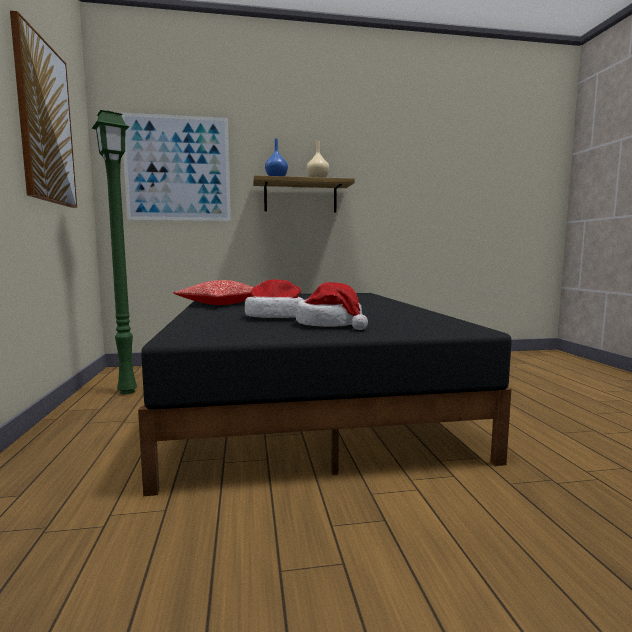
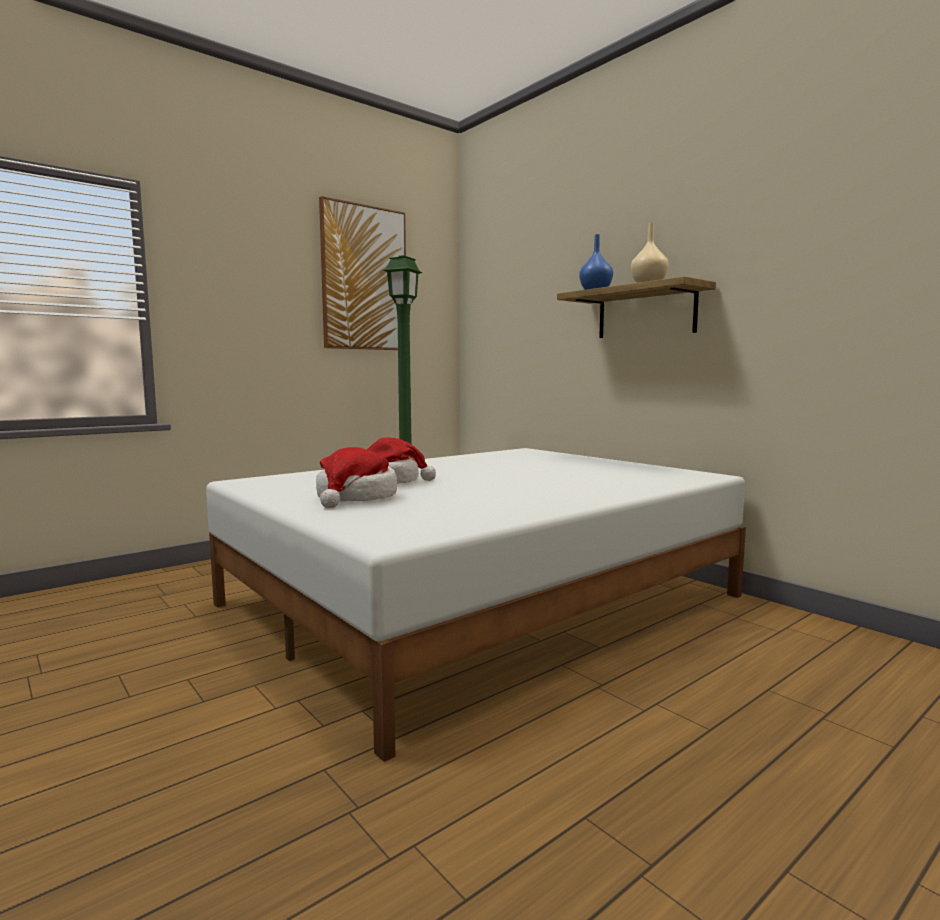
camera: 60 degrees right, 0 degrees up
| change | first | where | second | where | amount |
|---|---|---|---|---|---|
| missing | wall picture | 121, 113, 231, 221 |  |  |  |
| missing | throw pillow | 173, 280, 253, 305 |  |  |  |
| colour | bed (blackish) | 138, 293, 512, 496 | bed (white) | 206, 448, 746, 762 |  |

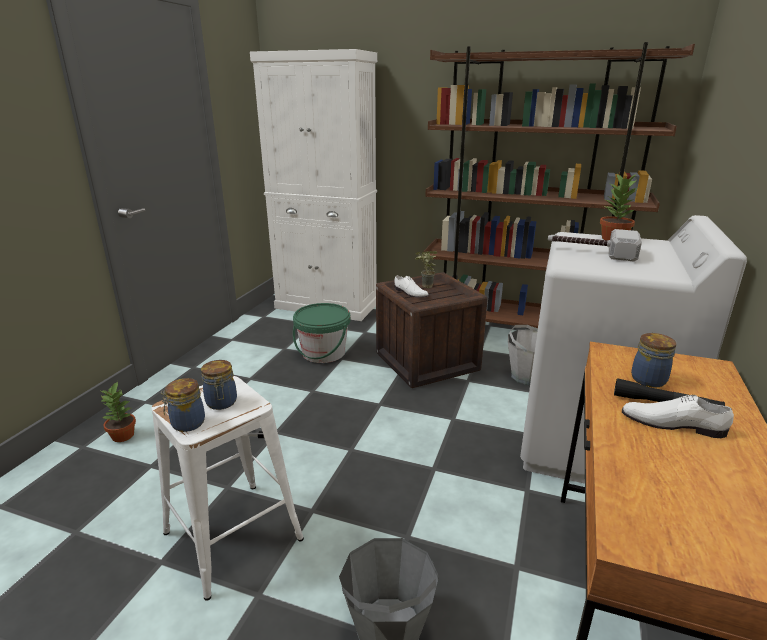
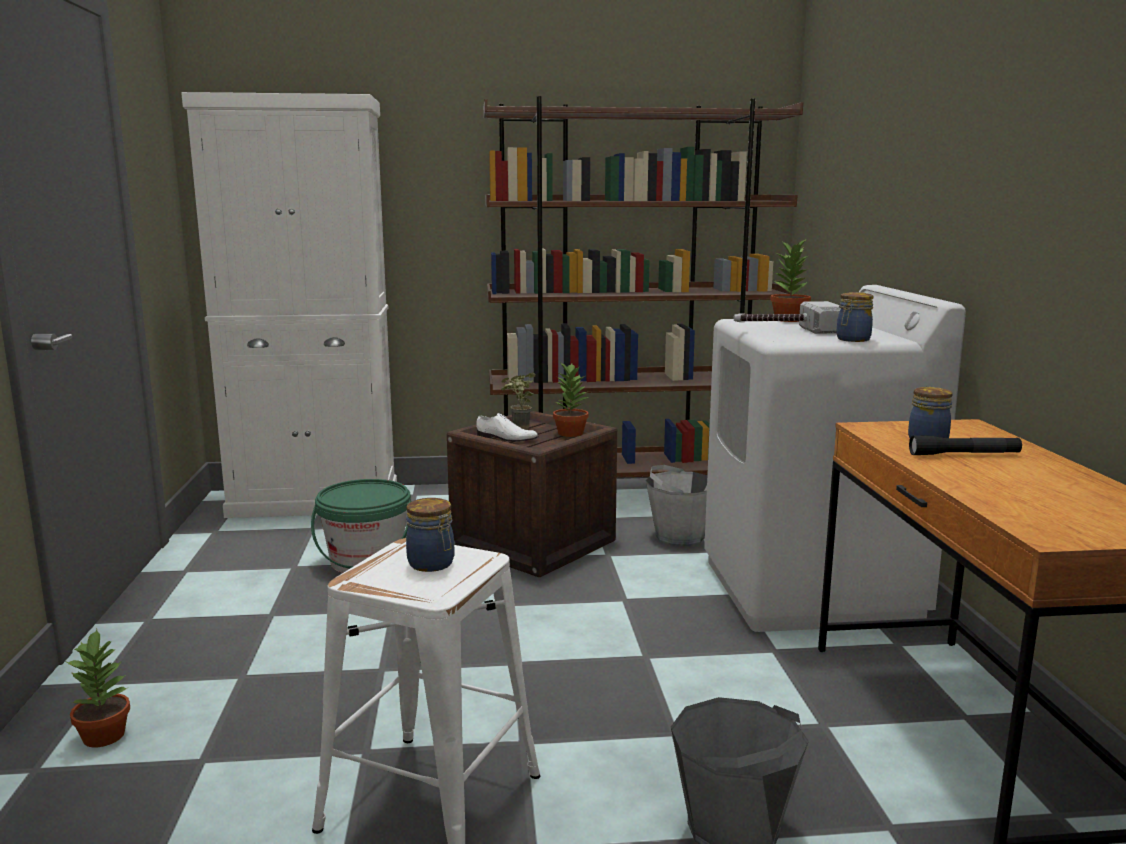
camera: 25 degrees left, 10 degrees down
| change | first | where | second | where | amount |
|---|---|---|---|---|---|
| missing | item of footwear (white) | 622, 395, 734, 438 |  |  |  |
| appeared |  |  | houseplant | 553, 361, 588, 437 |  |
| relocated | preserve jar | 161, 378, 205, 432 |  | 836, 292, 874, 342 |  |

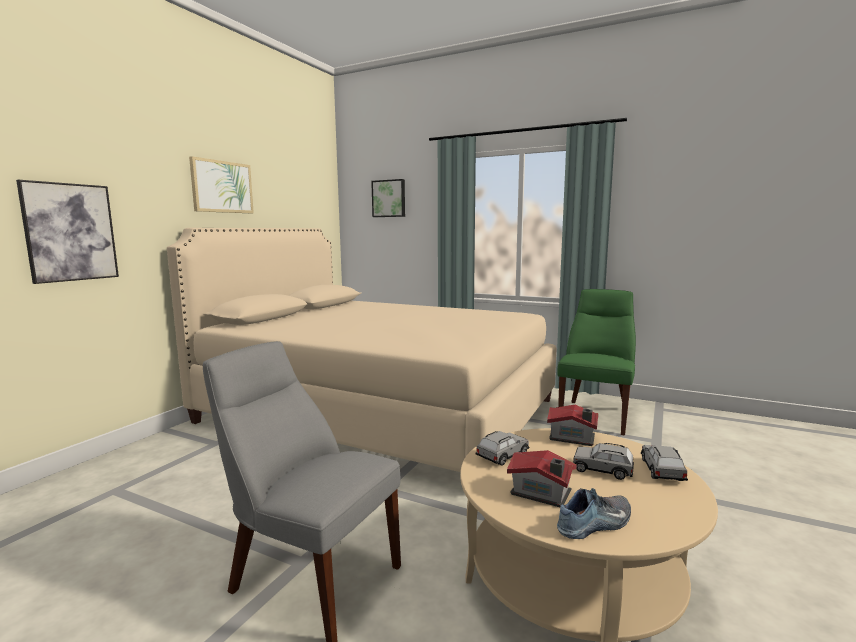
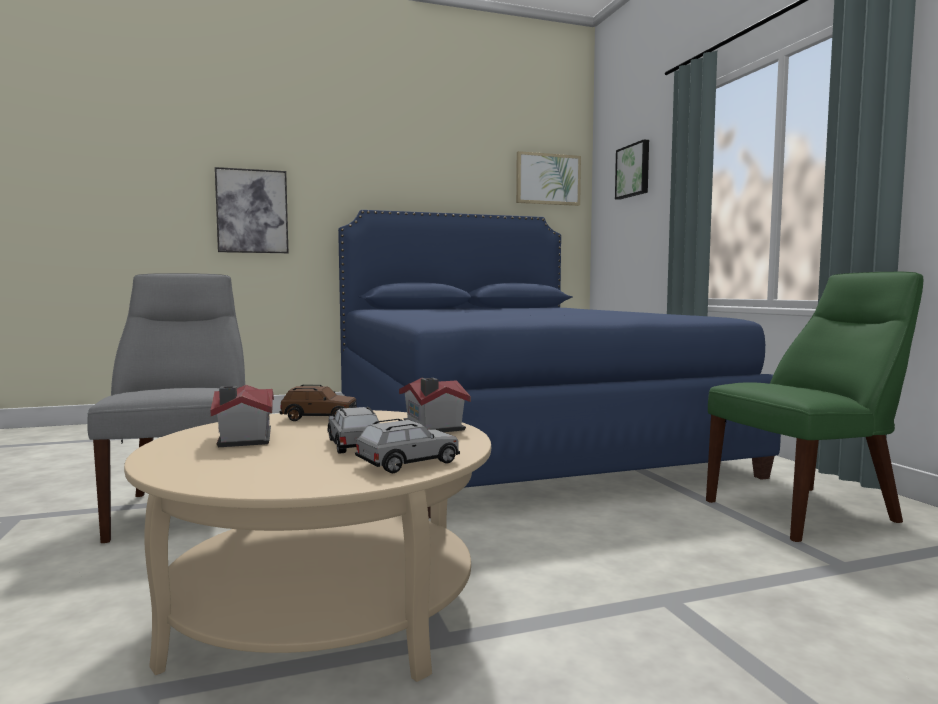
camera: 45 degrees right, 5 degrees down
| change | first | where | second | where | amount |
|---|---|---|---|---|---|
| missing | item of footwear | 557, 488, 631, 539 |  |  |  |
| relocated | wall picture | 189, 156, 254, 213 |  | 516, 151, 581, 206 |  |
| colour | bed (beige-coloured) | 167, 228, 557, 472 | bed (bluish) | 338, 210, 781, 518 |  |
| colour | toy car (grey) | 475, 431, 529, 466 | toy car (brown-coloured) | 280, 385, 357, 421 |  |

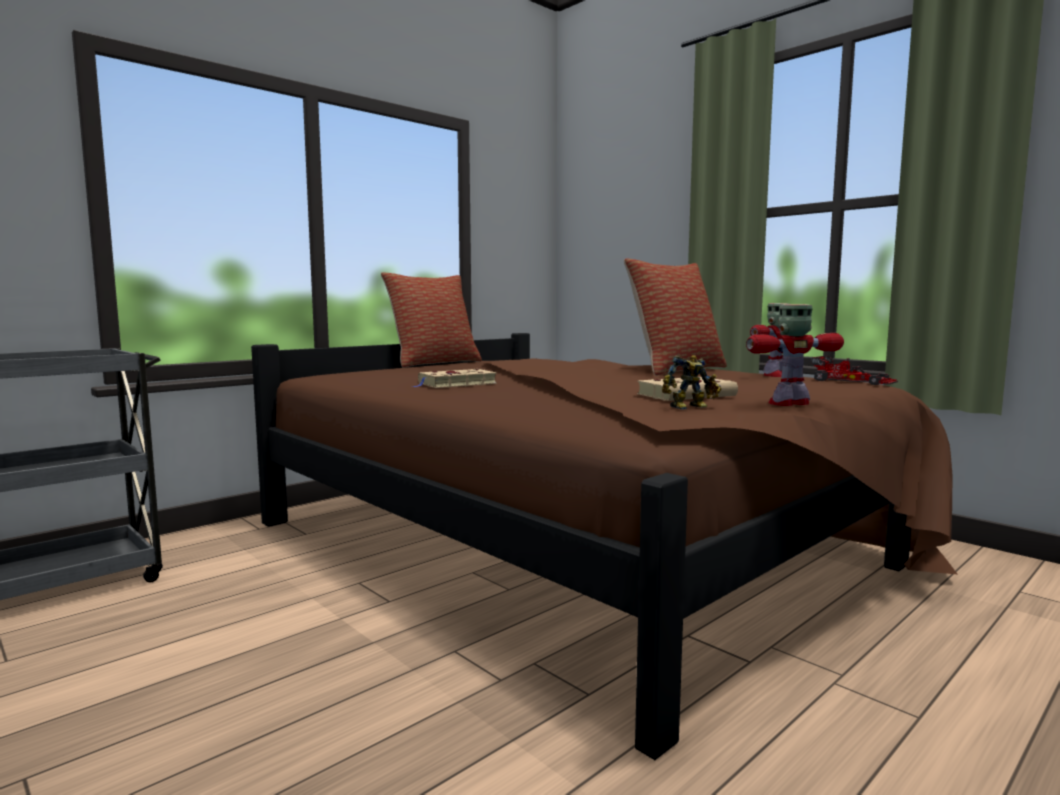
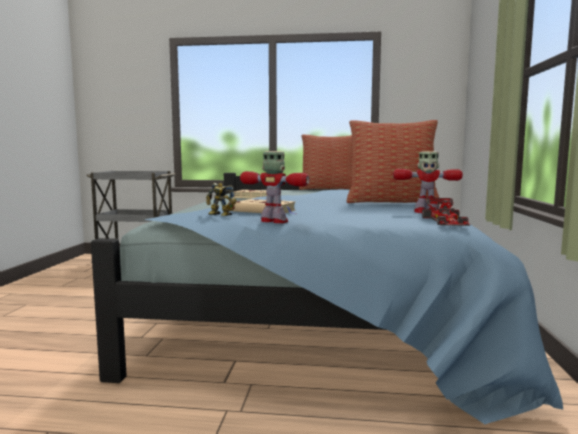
camera: 50 degrees right, 0 degrees up
| change | first | where | second | where | amount |
|---|---|---|---|---|---|
| colour | bed (brown-coloured) | 251, 333, 957, 760 | bed (bluish) | 91, 173, 563, 424 |  |

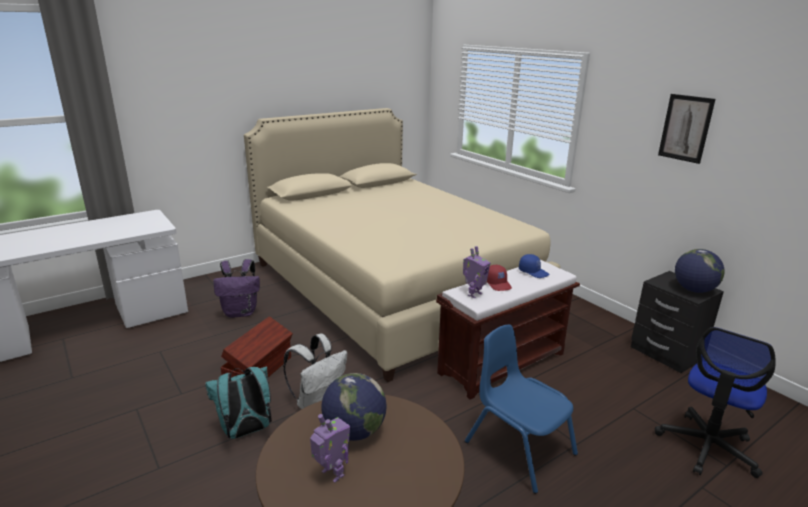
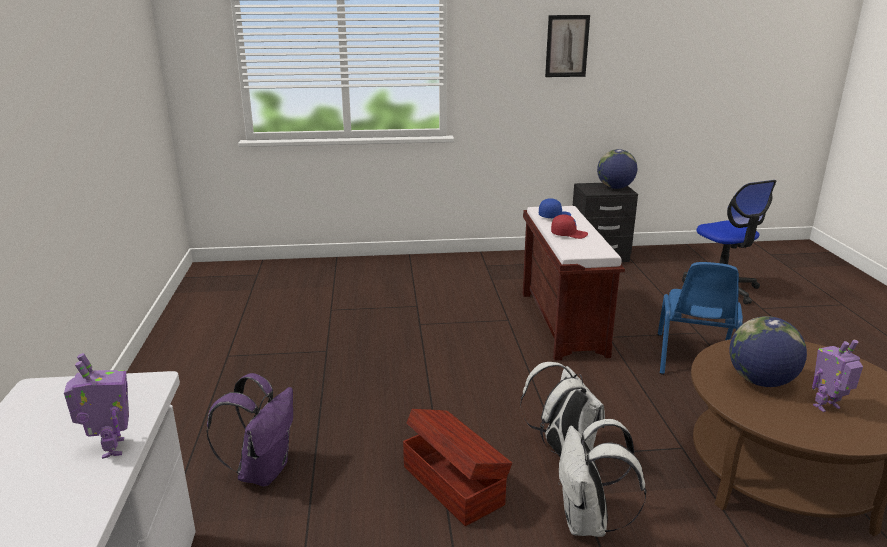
camera: 60 degrees left, 0 degrees up
| change | first | where | second | where | amount |
|---|---|---|---|---|---|
| missing | bed (beige-coloured) | 244, 108, 561, 382 |  |  |  |
| relocated | robot figure | 463, 246, 490, 299 |  | 64, 353, 129, 459 |  |
| colour | backpack (blue-green) | 205, 366, 272, 439 | backpack (white) | 558, 419, 647, 537 |  |
| spun | upright chair (bluish) | 465, 325, 578, 494 |  | 658, 262, 743, 375 | 60 degrees counterclockwise |

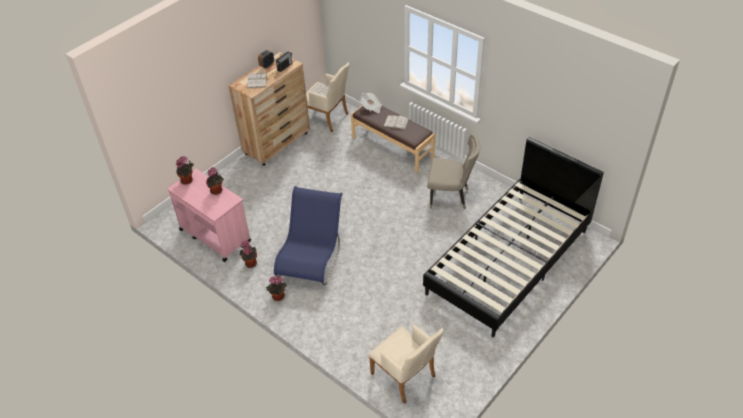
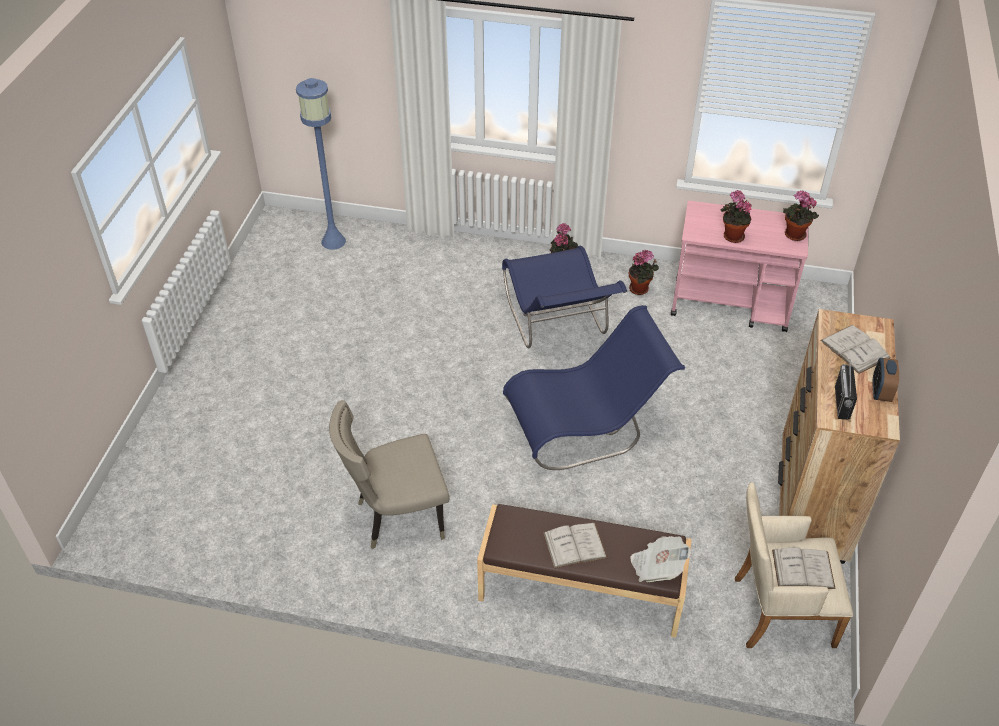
camera: 150 degrees right, 0 degrees up
| change | first | where | second | where | amount |
|---|---|---|---|---|---|
| missing | bed (blackish) | 423, 137, 604, 337 |  |  |  |
| appeared |  |  | upright chair (bluish) | 503, 305, 685, 470 |  |
| exchanged | armchair (beige-coloured) | 369, 325, 443, 404 | standing lamp (bluish) | 296, 78, 346, 250 |  |

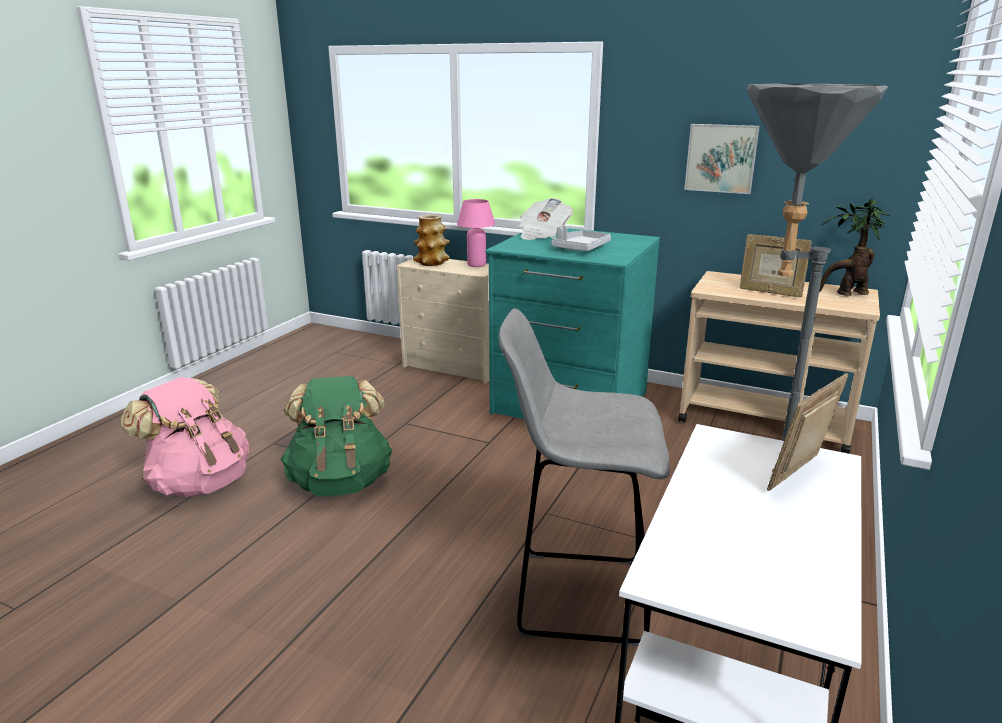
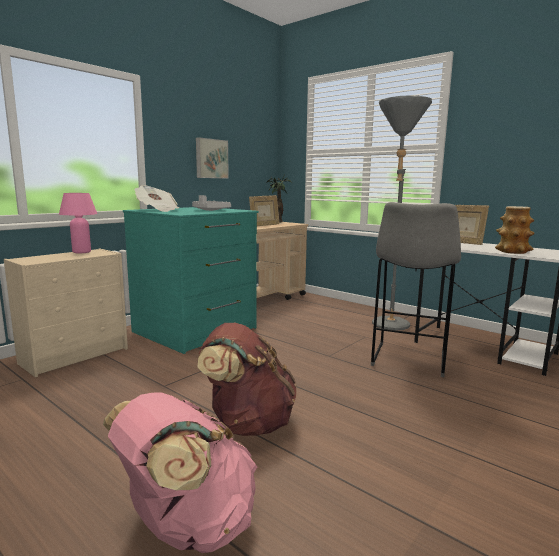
camera: 75 degrees left, 10 degrees down
| change | first | where | second | where | amount |
|---|---|---|---|---|---|
| relocated | vase | 413, 214, 450, 266 |  | 495, 206, 534, 254 |  |
| colour | backpack (green-coloured) | 281, 376, 393, 496 | backpack (brown-coloured) | 198, 323, 296, 436 |  |

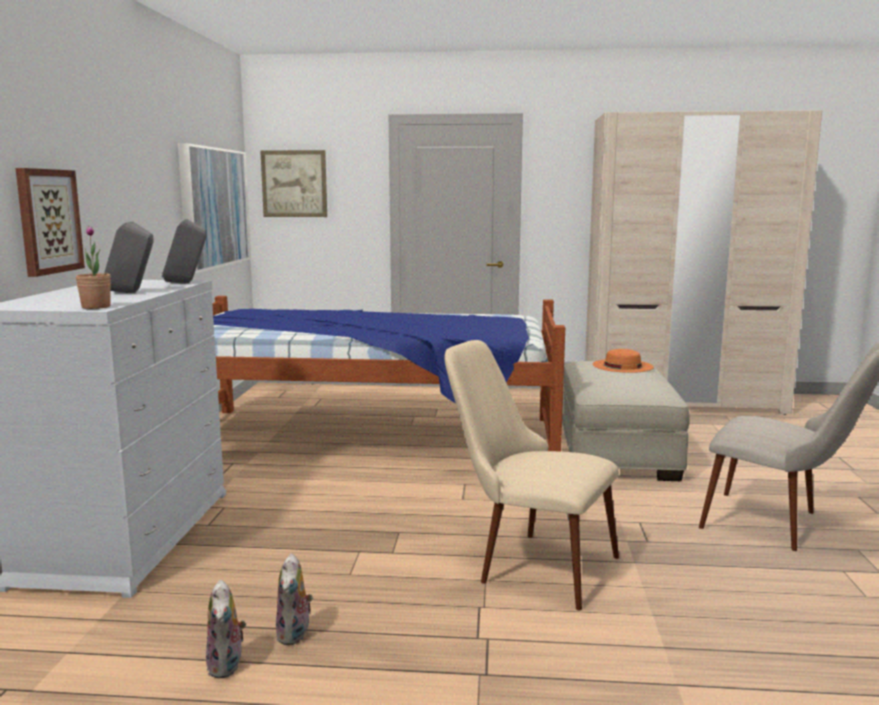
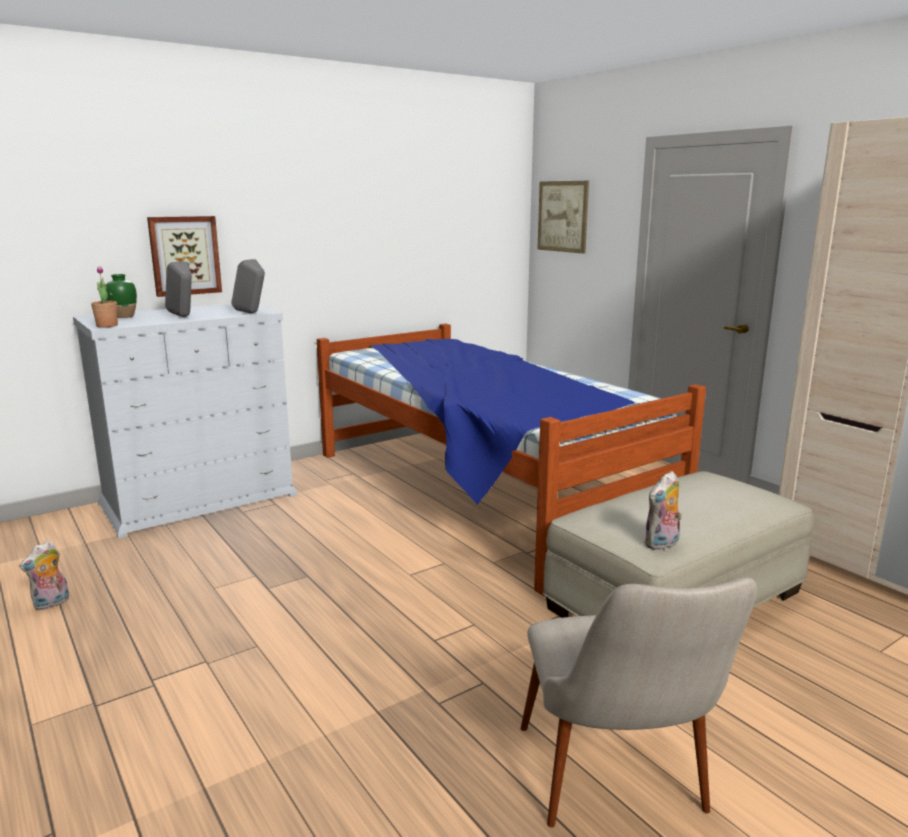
camera: 50 degrees right, 5 degrees up
| change | first | where | second | where | amount |
|---|---|---|---|---|---|
| missing | wall picture | 178, 143, 251, 273 |  |  |  |
| missing | upright chair (beige-coloured) | 444, 340, 619, 611 |  |  |  |
| missing | hat (orange-coloured) | 593, 349, 654, 373 |  |  |  |
| appeared |  |  | vase (green-coloured) | 106, 274, 137, 318 |  |
| relocated | cuddly toy | 276, 553, 313, 645 |  | 644, 471, 682, 550 |  |

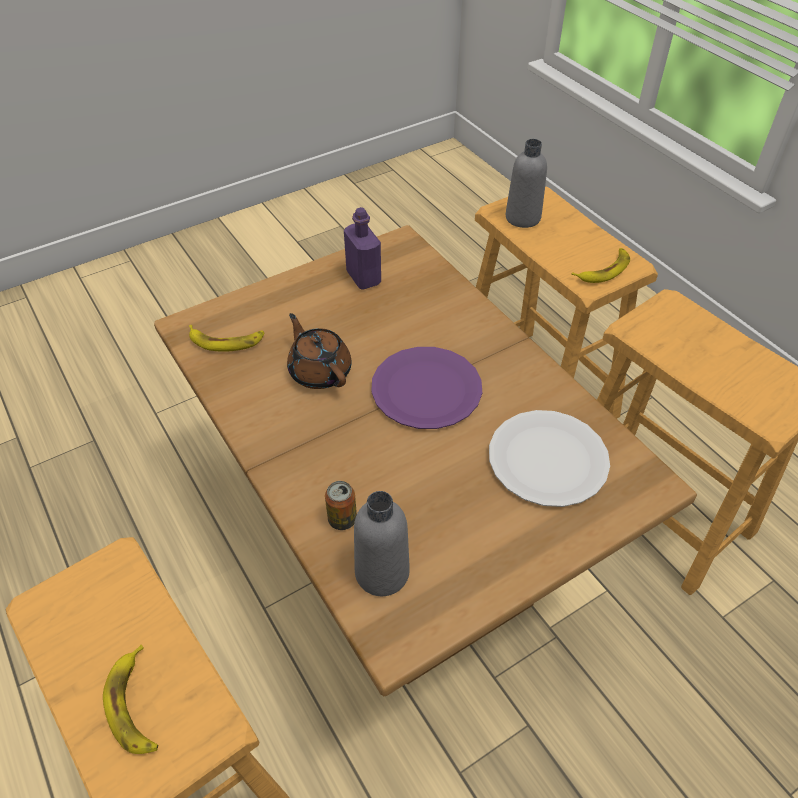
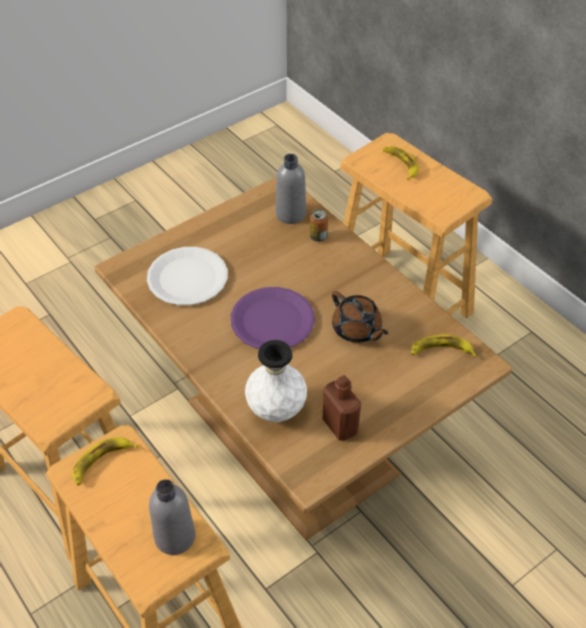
camera: 175 degrees right, 0 degrees up
| change | first | where | second | where | amount |
|---|---|---|---|---|---|
| appeared |  |  | vase (white) | 245, 340, 307, 422 |  |
| colour | bottle (purple-coloured) | 344, 207, 381, 290 | bottle (brown-coloured) | 322, 375, 361, 441 |  |

